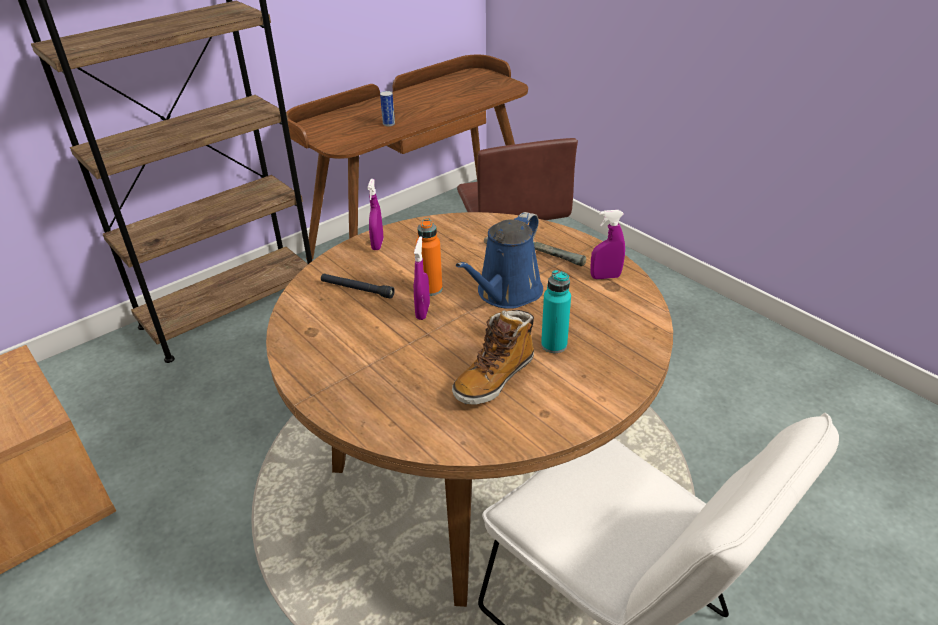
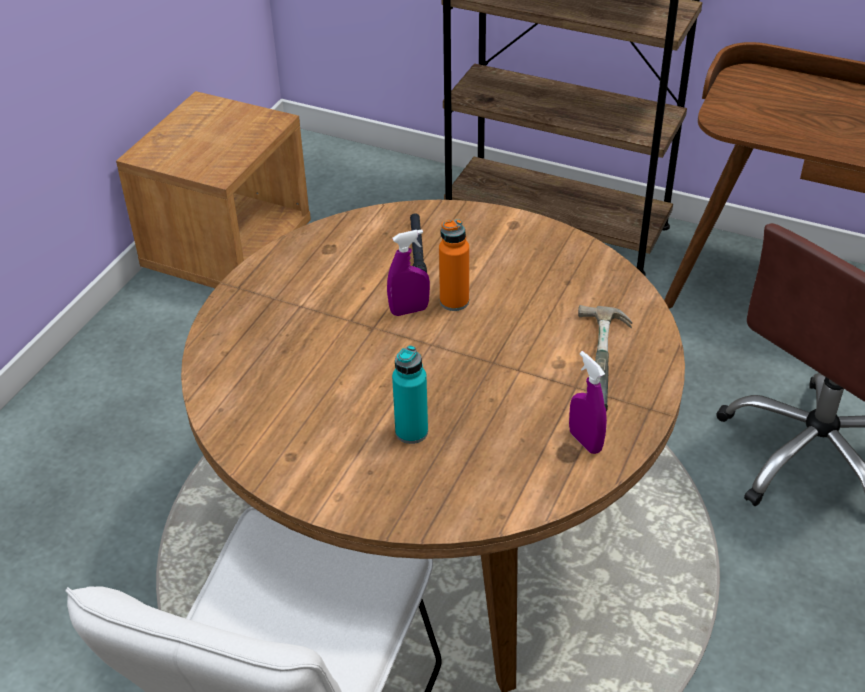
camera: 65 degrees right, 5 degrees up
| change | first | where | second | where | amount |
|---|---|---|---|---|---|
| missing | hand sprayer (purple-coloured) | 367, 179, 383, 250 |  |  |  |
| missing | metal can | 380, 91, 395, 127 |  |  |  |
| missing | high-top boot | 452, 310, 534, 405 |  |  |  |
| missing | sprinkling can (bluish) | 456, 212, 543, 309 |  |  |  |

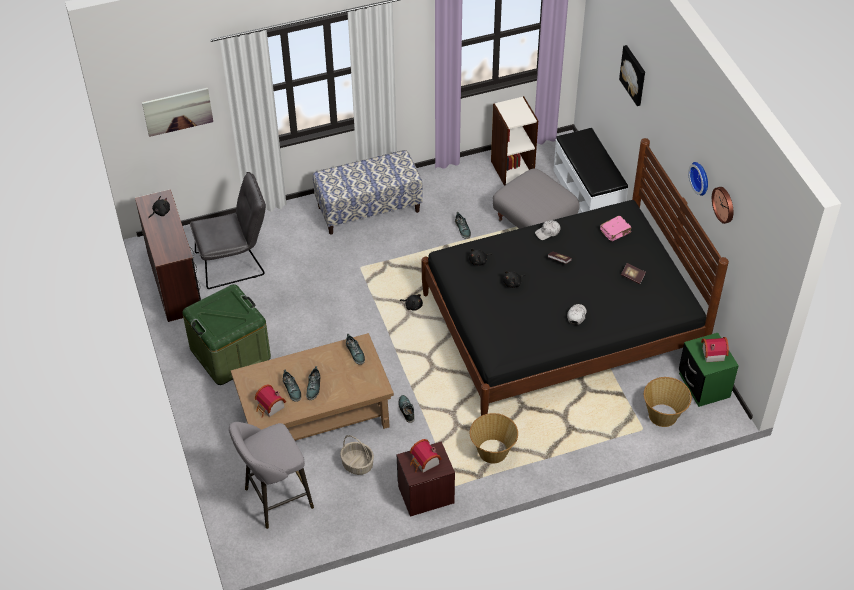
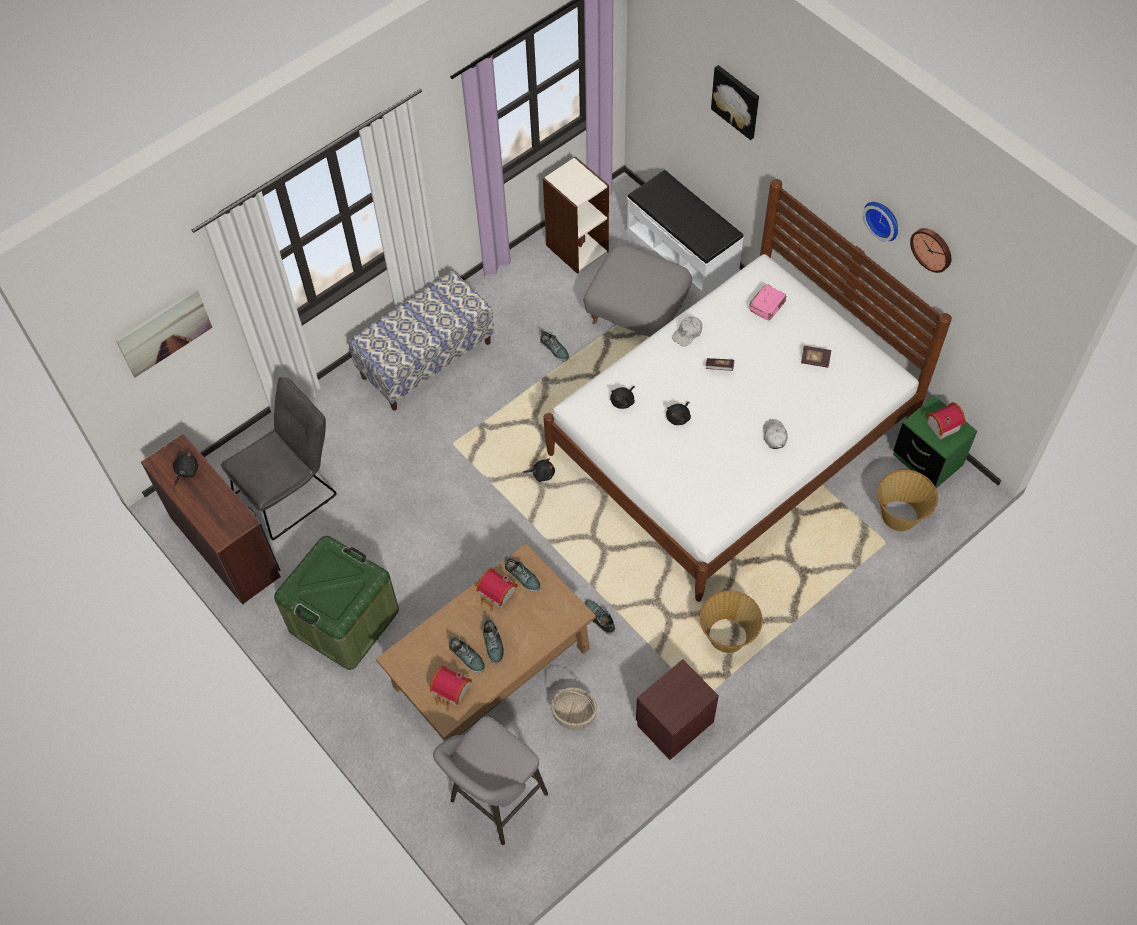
camera: 20 degrees left, 10 degrees up
| change | first | where | second | where | amount |
|---|---|---|---|---|---|
| relocated | toy house | 410, 439, 442, 473 |  | 476, 568, 518, 612 |  |
| colour | bed (blackish) | 421, 138, 729, 416 | bed (white) | 544, 179, 952, 602 |  |

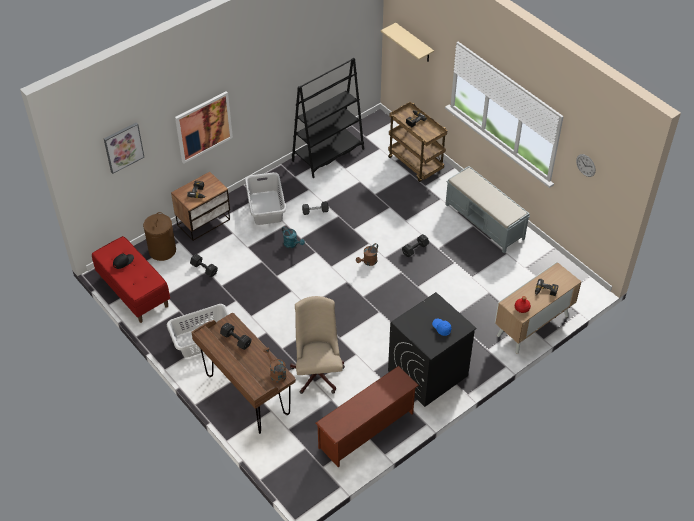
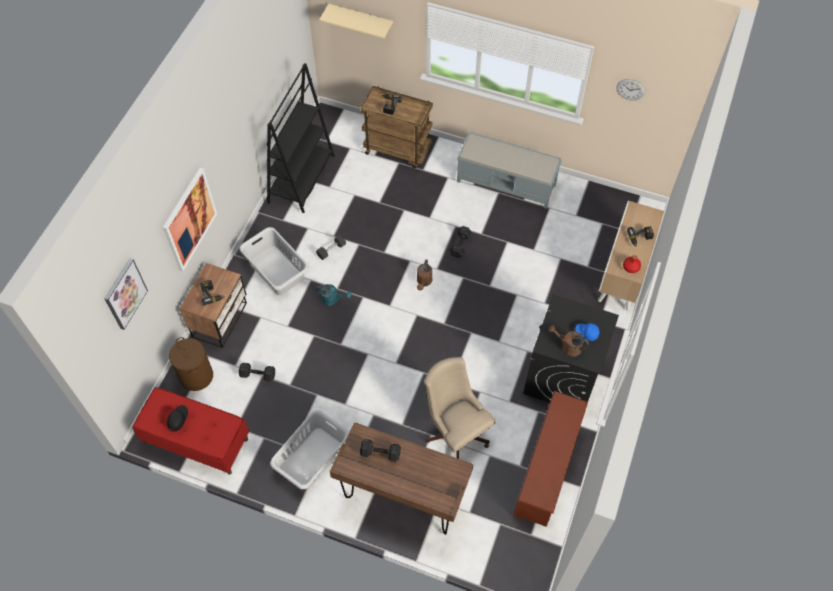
camera: 30 degrees left, 10 degrees up
| change | first | where | second | where | amount |
|---|---|---|---|---|---|
| relocated | sprinkling can (brown-coloured) | 263, 348, 287, 383 |  | 549, 325, 589, 357 |  |

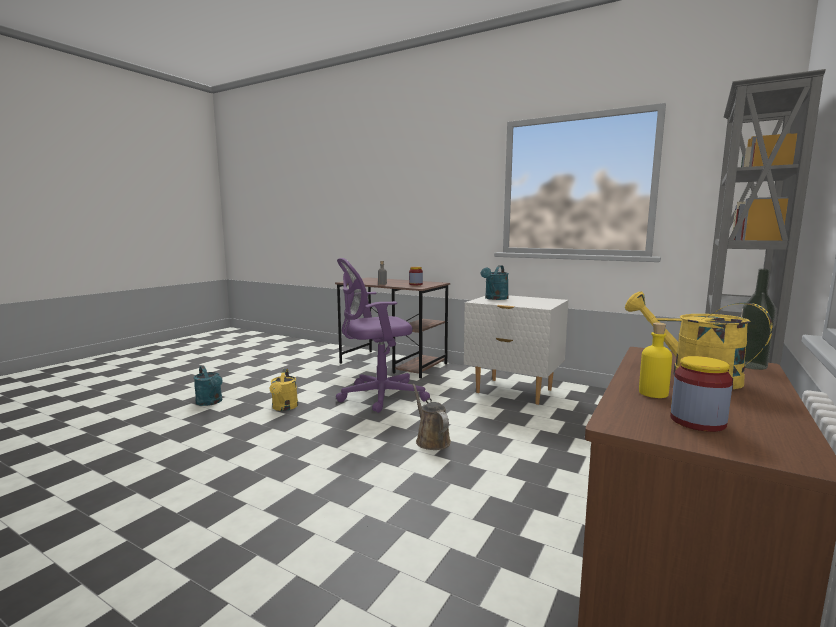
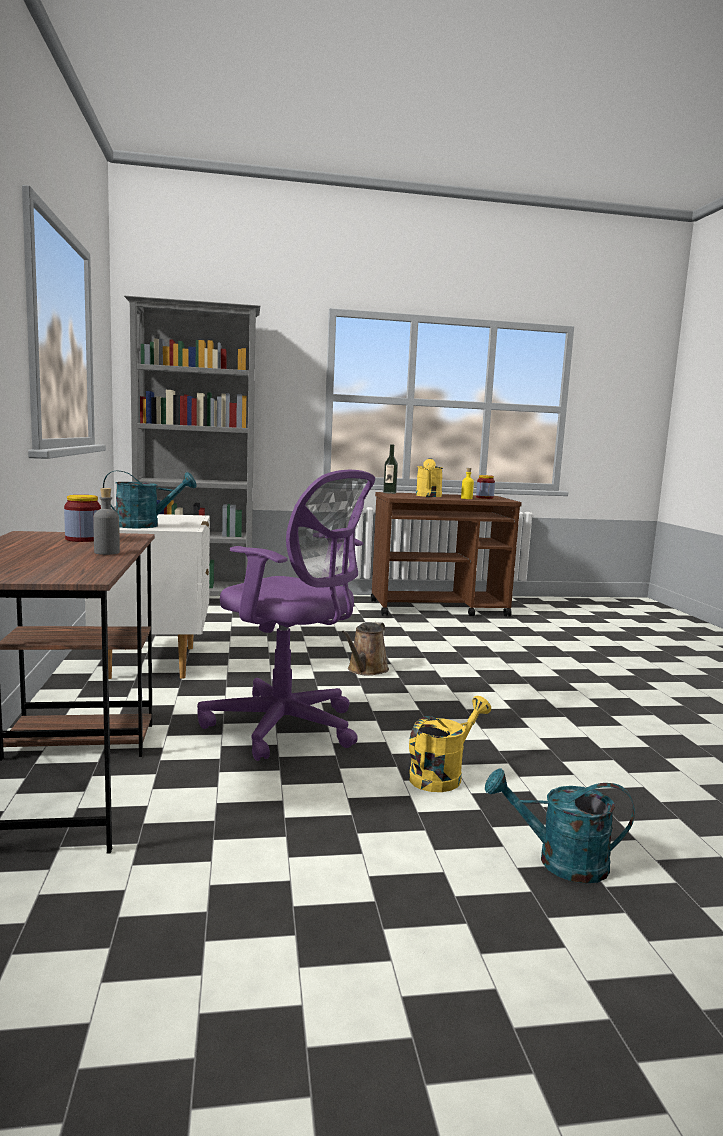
camera: 130 degrees left, 0 degrees up
| change | first | where | second | where | amount |
|---|---|---|---|---|---|
| spun | sprinkling can (blue-green) | 194, 366, 223, 406 |  | 485, 768, 635, 884 | 90 degrees counterclockwise |

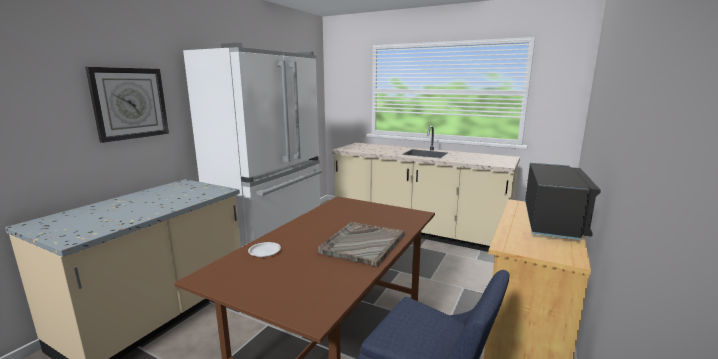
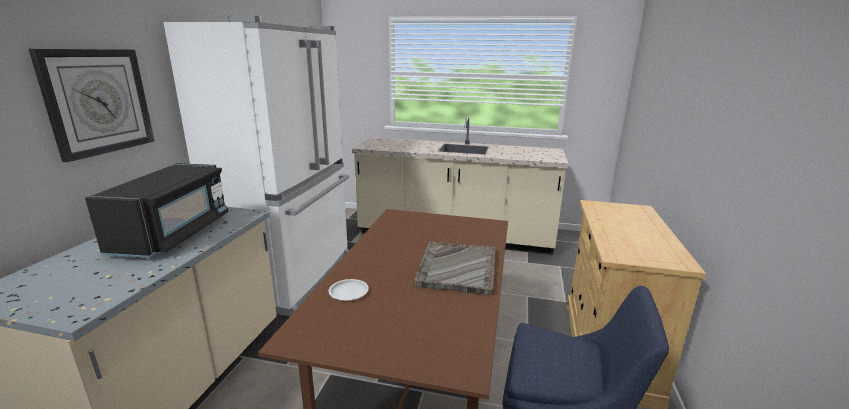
camera: 15 degrees left, 5 degrees up
| change | first | where | second | where | amount |
|---|---|---|---|---|---|
| relocated | microwave (blackish) | 525, 163, 601, 240 |  | 85, 163, 229, 258 |  |

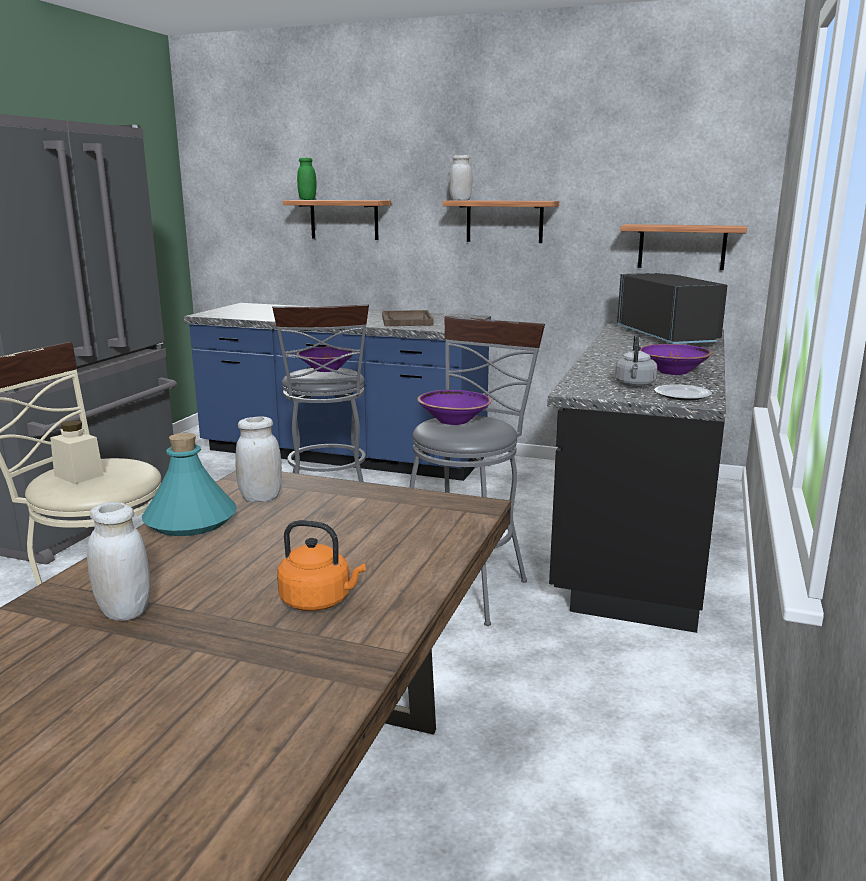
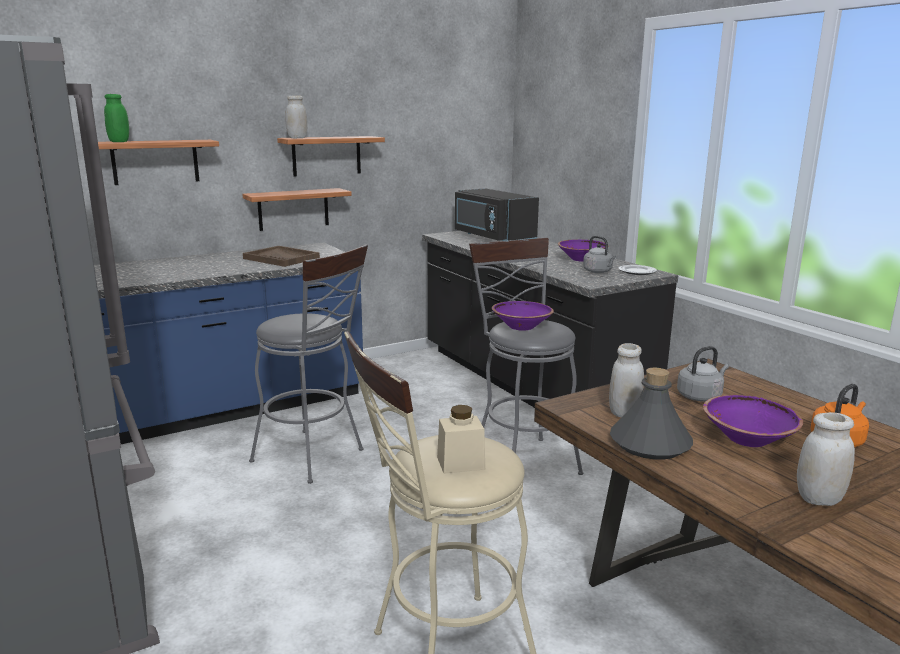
camera: 50 degrees left, 0 degrees up
| change | first | where | second | where | amount |
|---|---|---|---|---|---|
| appeared |  |  | kettle (grey) | 677, 346, 729, 402 |  |
| relocated | serving bowl (purple-coloured) | 296, 347, 353, 372 |  | 703, 395, 803, 447 |  |
| relocated | shelf | 621, 224, 747, 270 |  | 242, 188, 352, 231 |  |
| colour | bottle (blue-green) | 142, 433, 237, 536 | bottle (grey) | 610, 368, 693, 459 |  |
| spun | microwave (blackish) | 617, 273, 727, 344 |  | 455, 188, 539, 241 | 150 degrees counterclockwise |

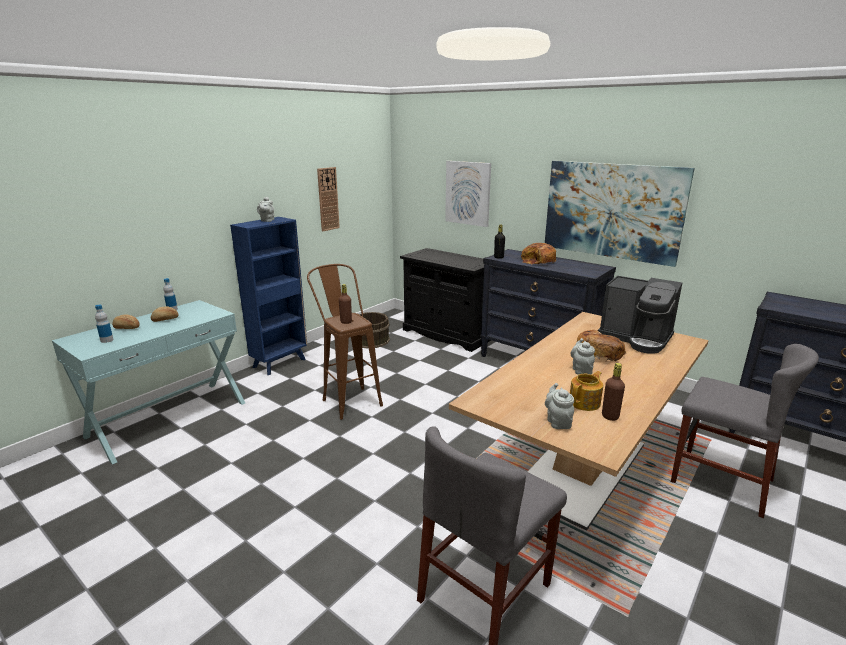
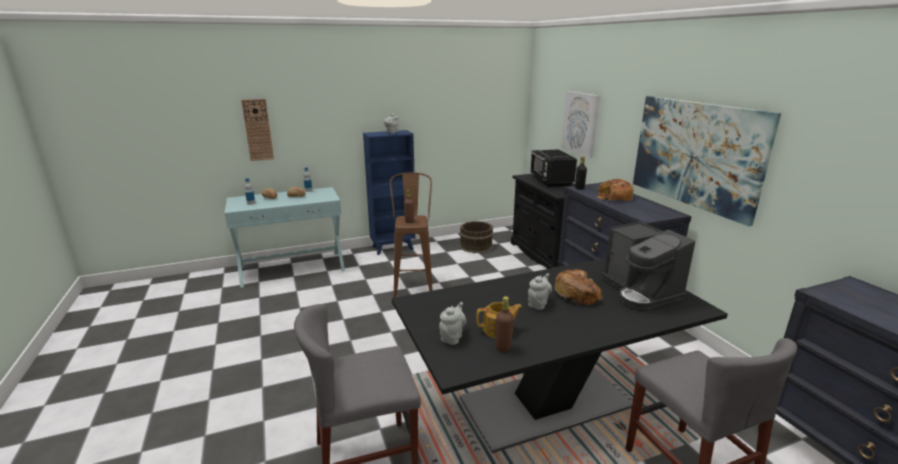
camera: 30 degrees right, 0 degrees up
| change | first | where | second | where | amount |
|---|---|---|---|---|---|
| appeared |  |  | microwave (blackish) | 531, 149, 577, 187 |  |
| relocated | wall clock | 317, 167, 340, 231 |  | 241, 99, 274, 161 |  |
| colour | kitchen table (beige-coloured) | 449, 312, 709, 531 | kitchen table (blackish) | 392, 258, 728, 453 |  |

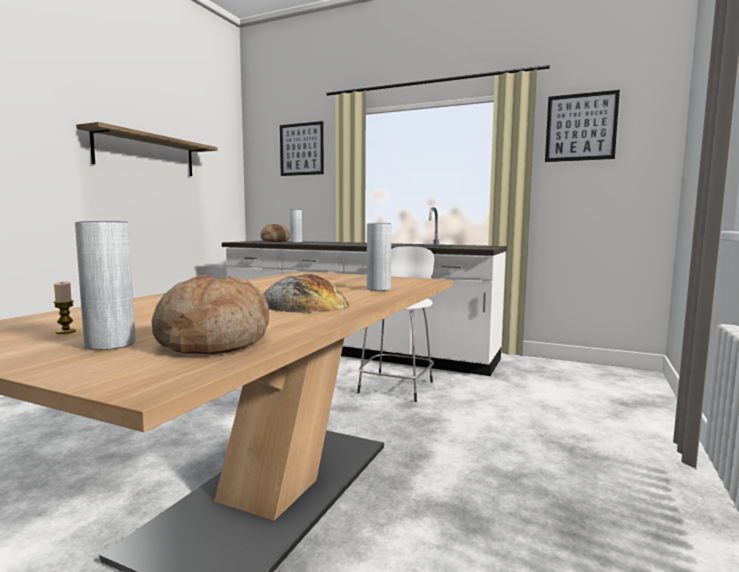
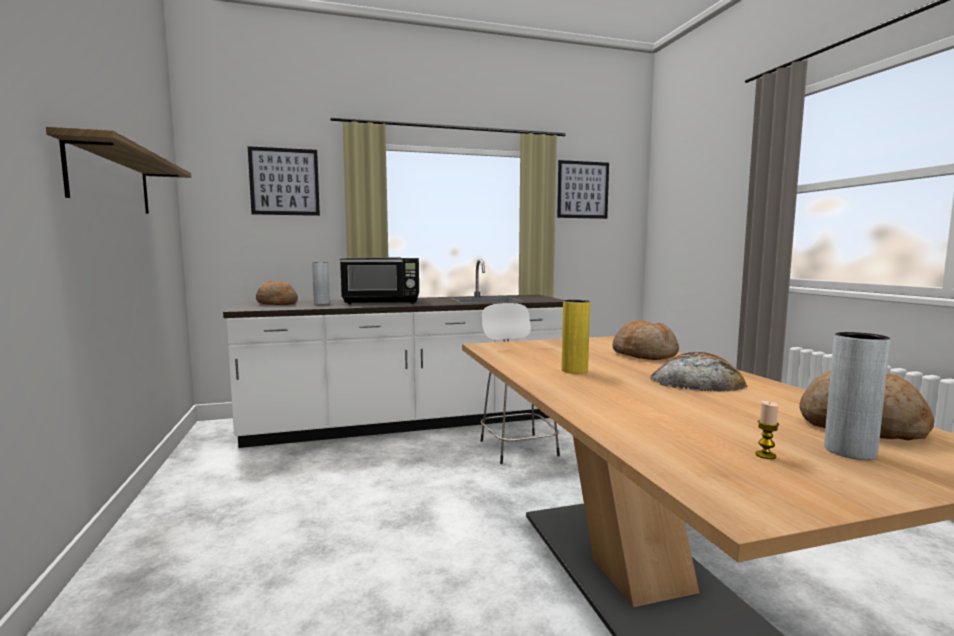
camera: 40 degrees left, 0 degrees up
| change | first | where | second | where | amount |
|---|---|---|---|---|---|
| appeared |  |  | microwave (blackish) | 340, 257, 419, 304 |  |
| appeared |  |  | vase (yellow-coloured) | 562, 300, 590, 374 |  |
| exchanged | vase (grey) | 367, 223, 392, 291 | bread | 613, 320, 679, 360 |  |

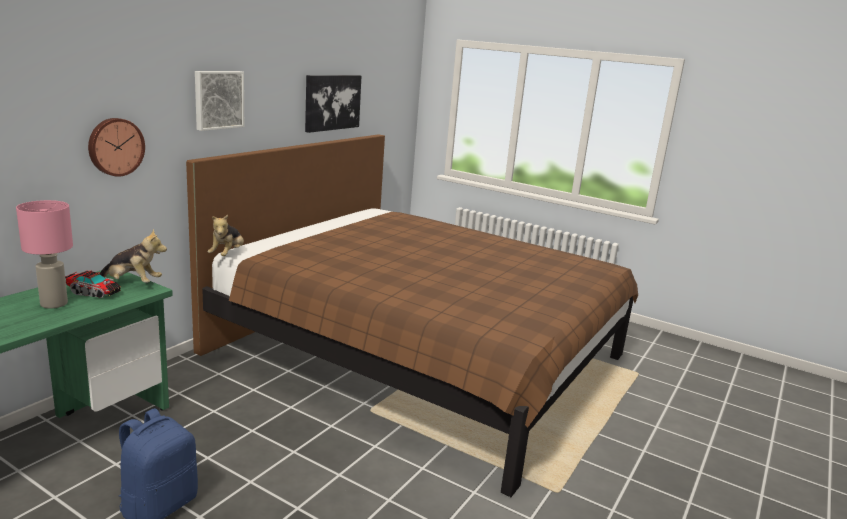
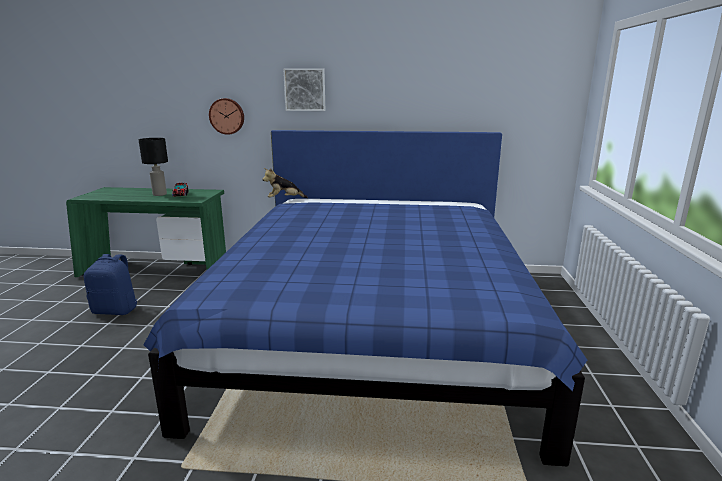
camera: 65 degrees right, 0 degrees up
| change | first | where | second | where | amount |
|---|---|---|---|---|---|
| missing | cuddly toy | 100, 229, 167, 283 |  |  |  |
| missing | wall picture | 305, 75, 361, 133 |  |  |  |
| colour | table lamp (pinkish) | 16, 200, 73, 309 | table lamp (blackish) | 139, 138, 168, 196 |  |
| colour | bed (brown-coloured) | 186, 134, 638, 497 | bed (bluish) | 144, 130, 587, 466 |  |

